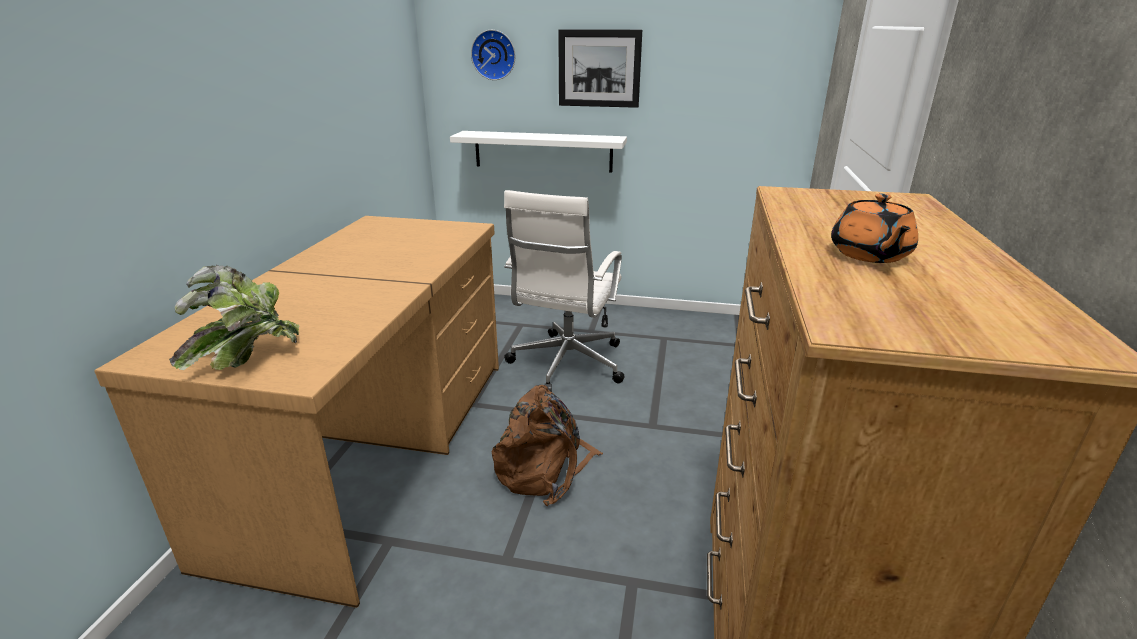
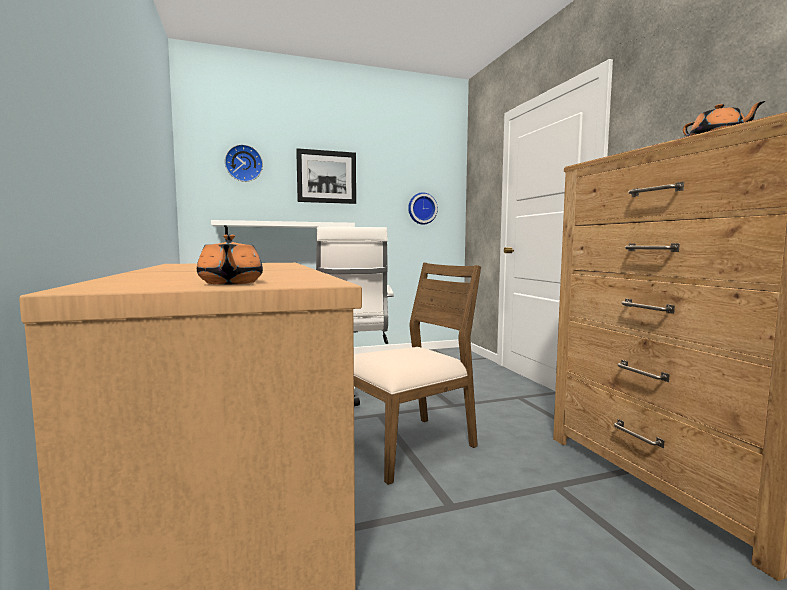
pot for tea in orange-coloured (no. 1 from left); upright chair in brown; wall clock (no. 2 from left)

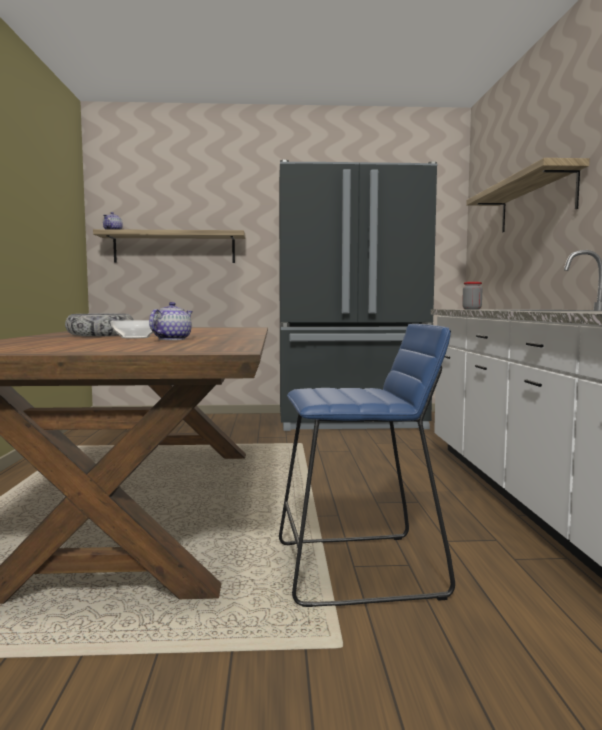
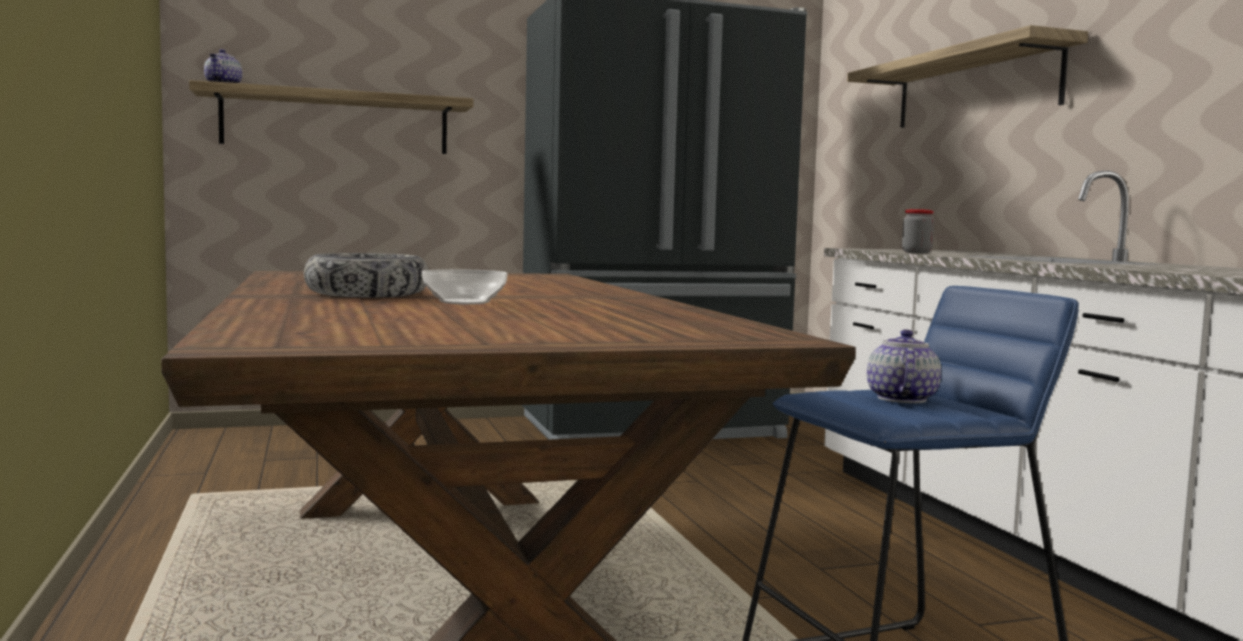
pot for tea (no. 2 from left)

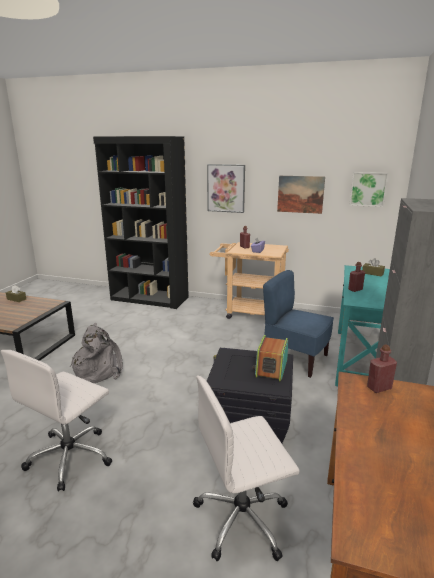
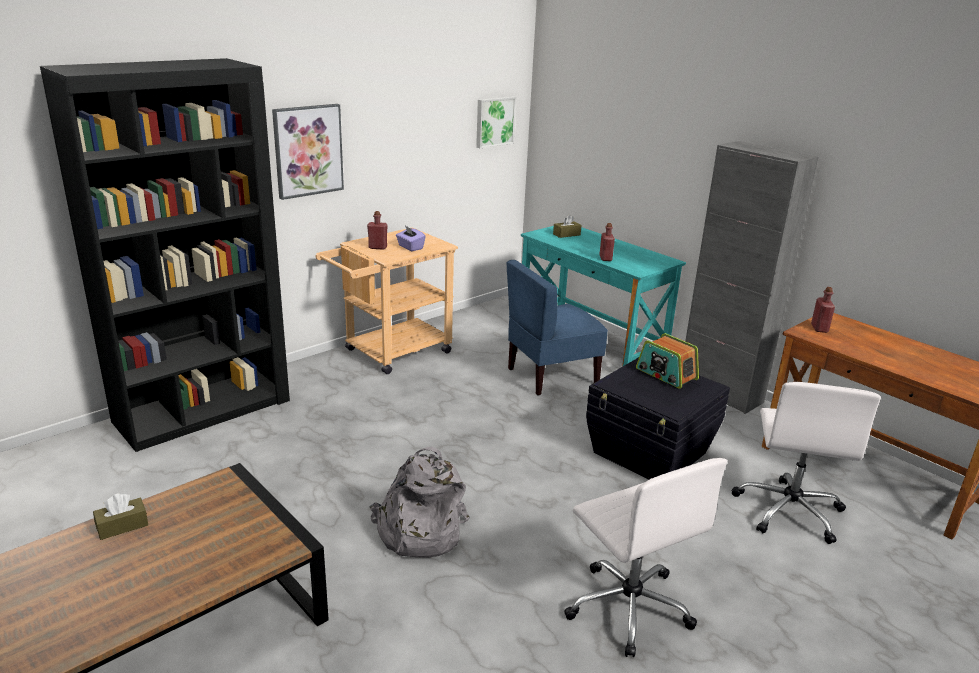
wall art (no. 2 from left in the first image)

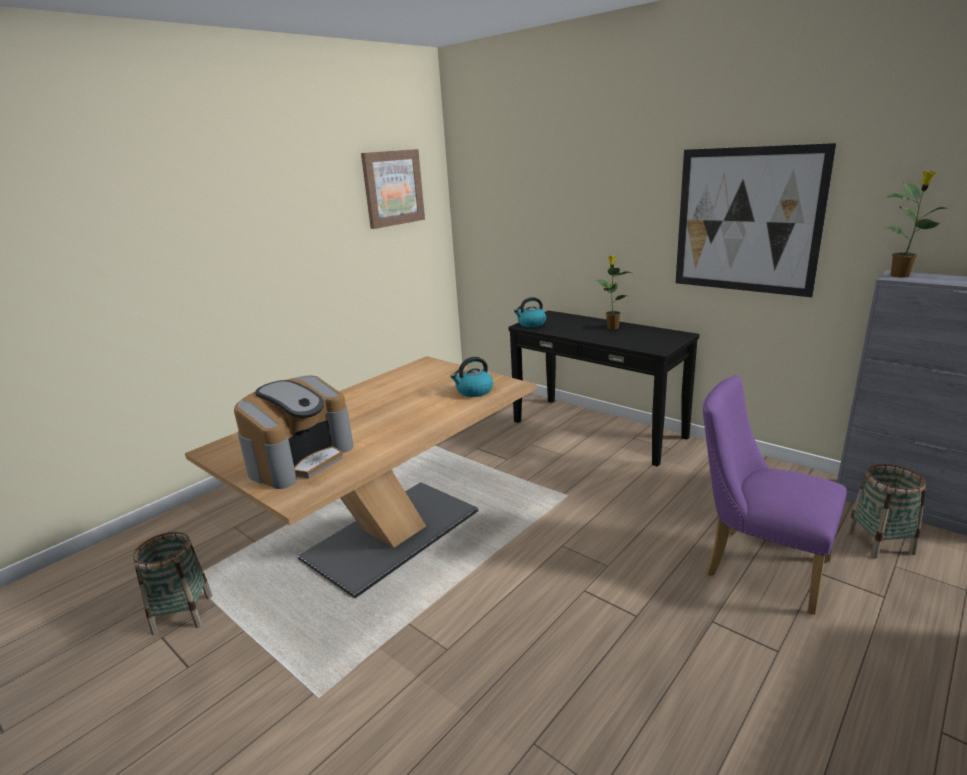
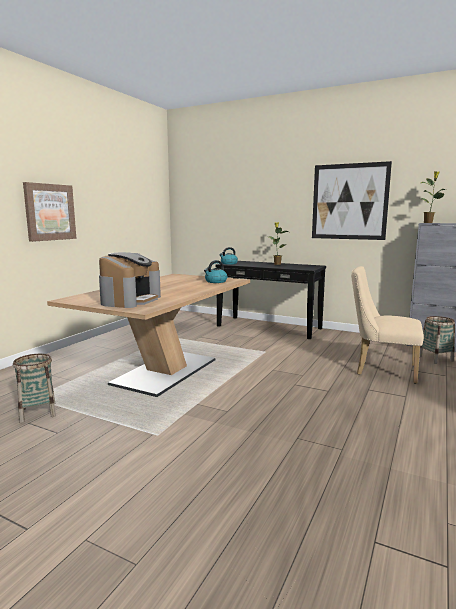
wall art (no. 1 from left); upright chair in beige

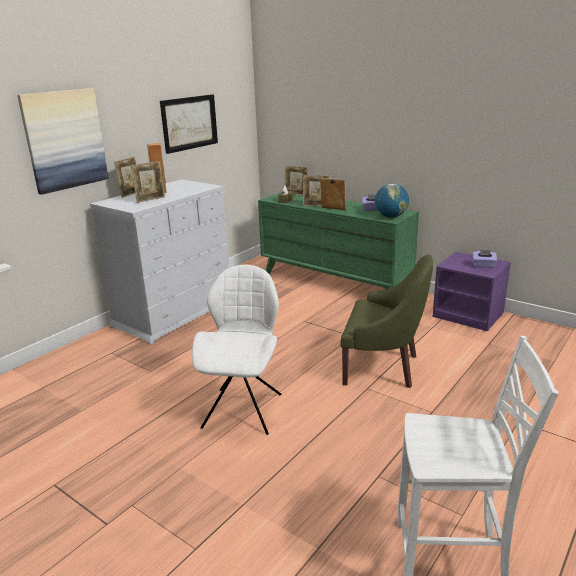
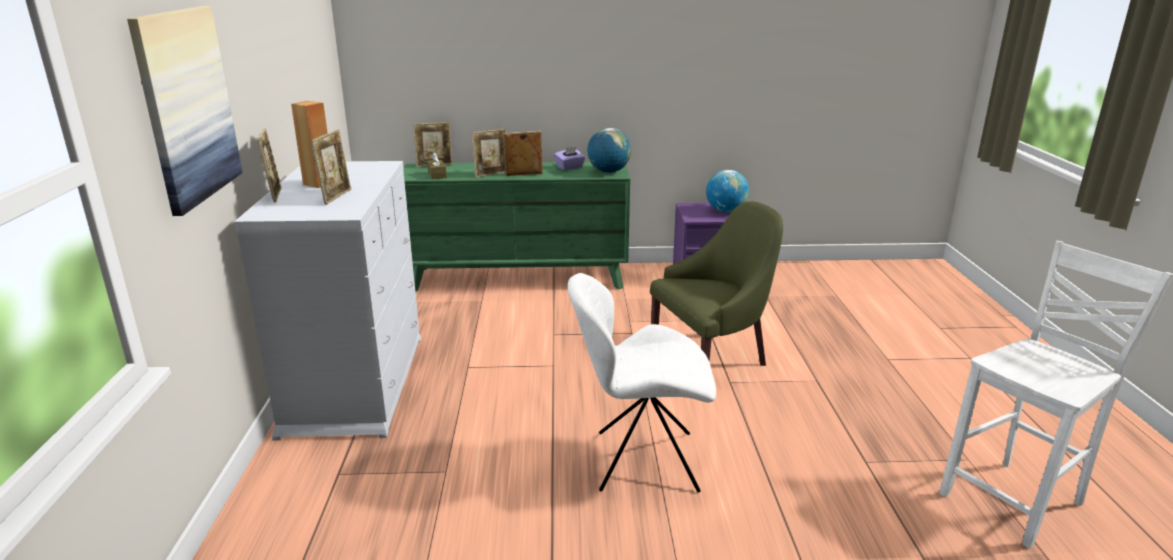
wall art (no. 2 from left in the first image); upright chair in white (no. 1 from left); world globe (no. 2 from left)

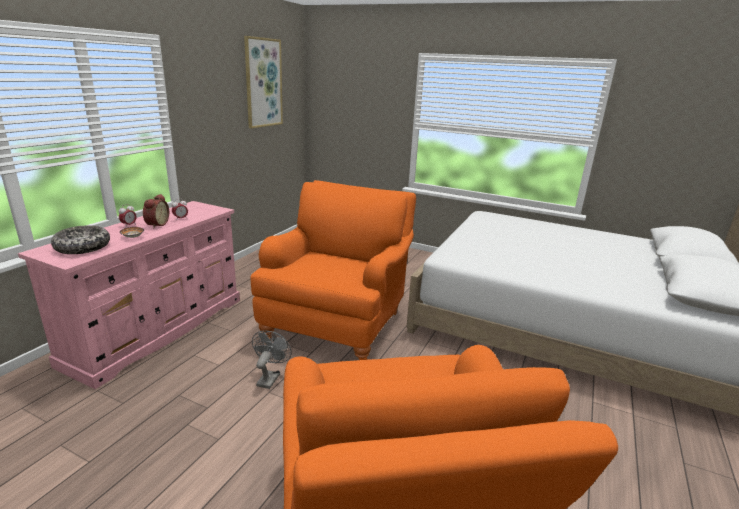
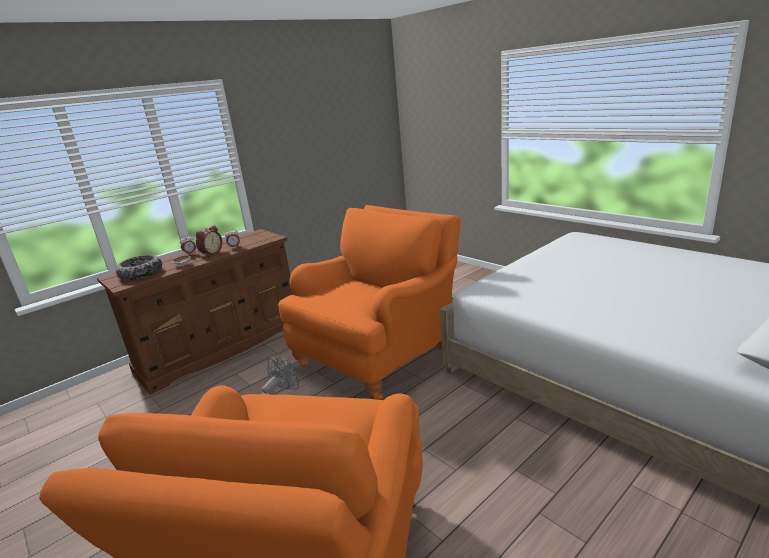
drawer chest in brown; wall art

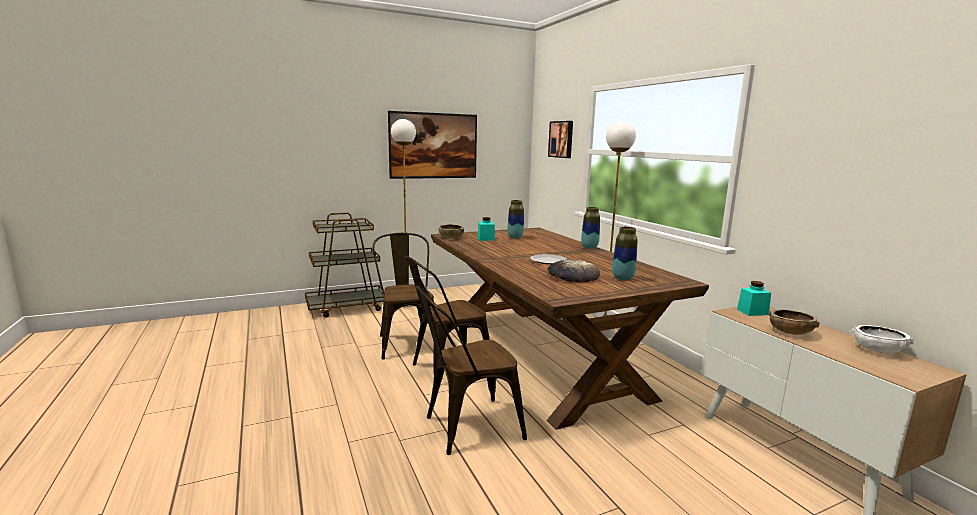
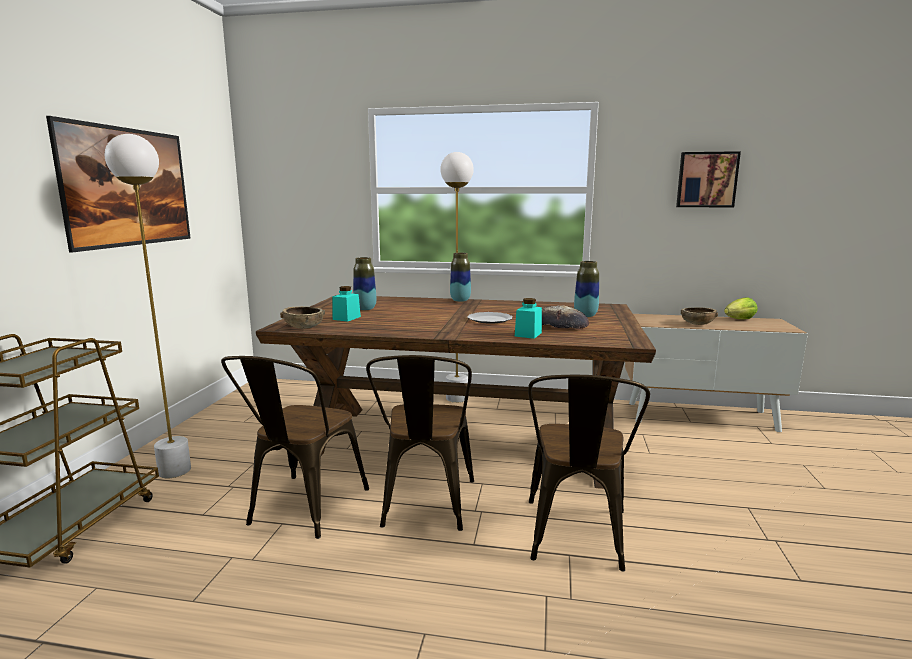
upright chair in brown (no. 1 from left); wall art (no. 2 from left); storage jar in blue-green (no. 2 from left); lettuce head

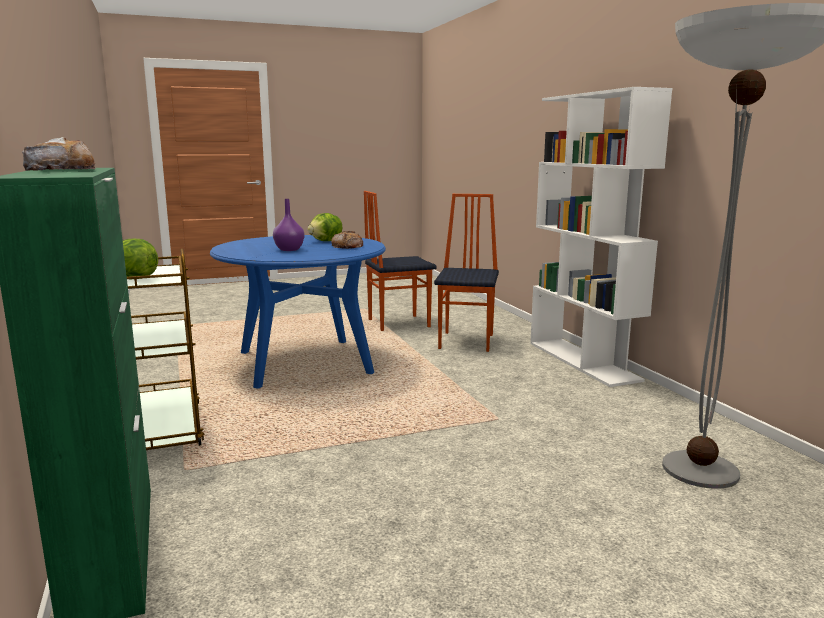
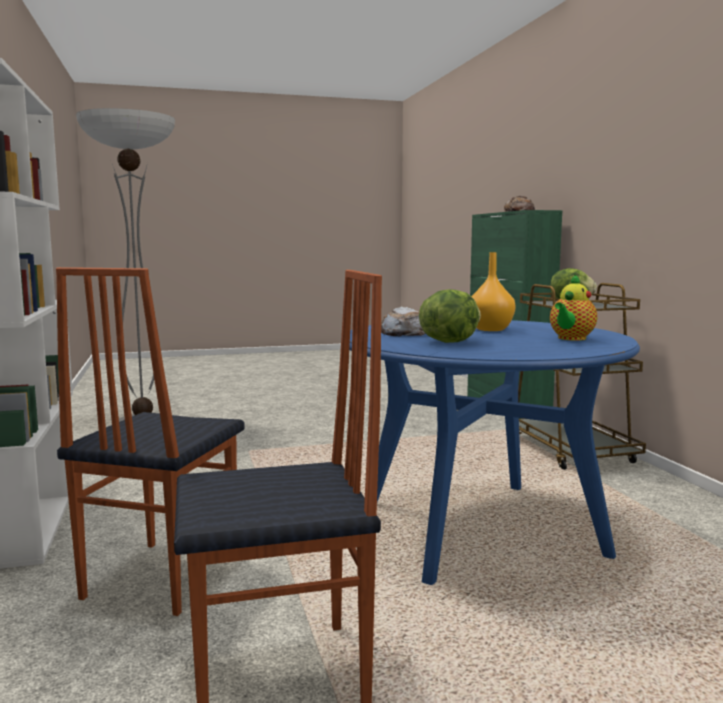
vase in orange-coloured; pot for tea

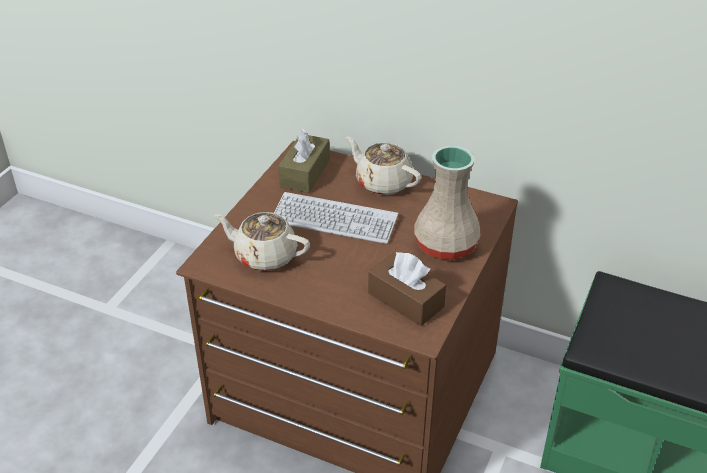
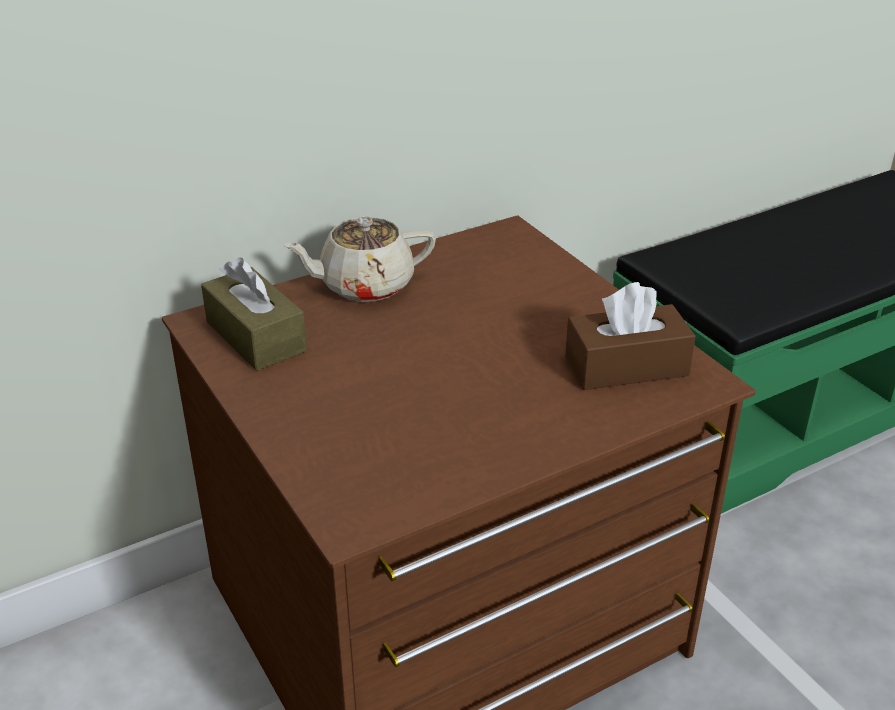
pot for tea in beige (no. 1 from left in the first image); PC keyboard; vase in beige

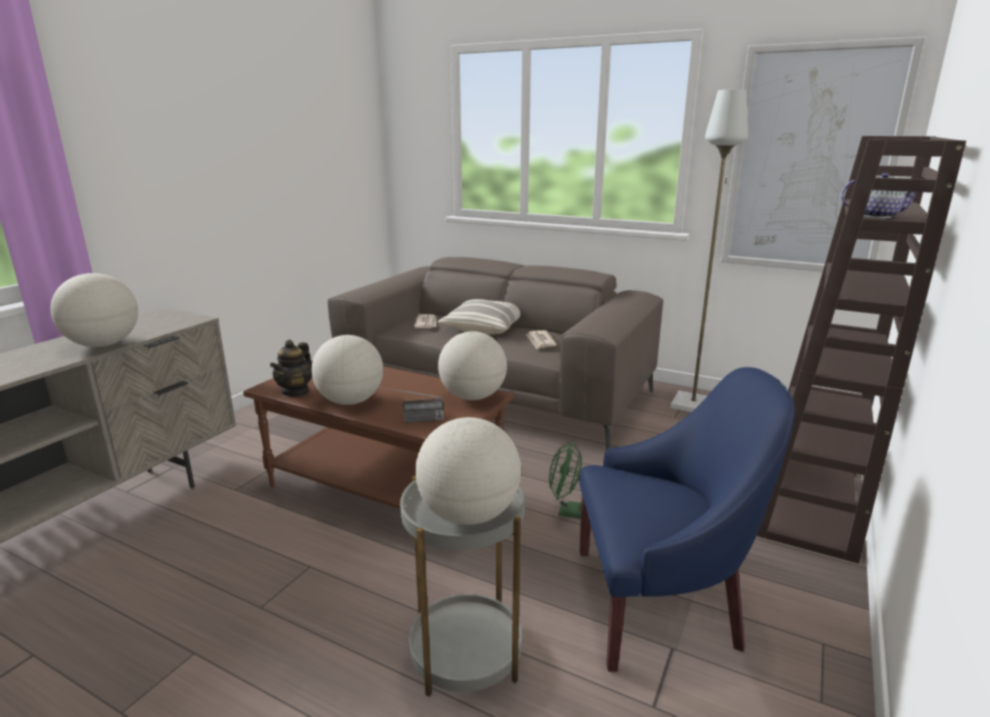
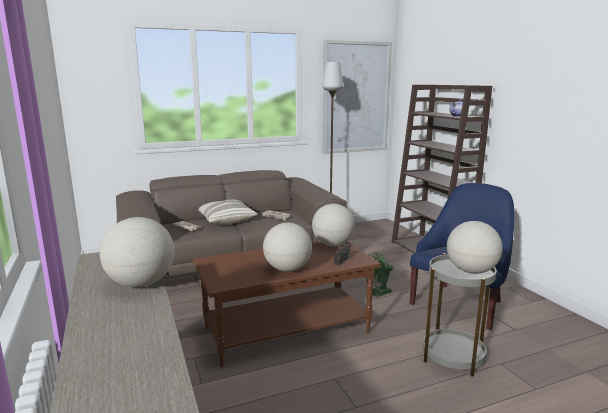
pot for tea (no. 1 from left in the first image)

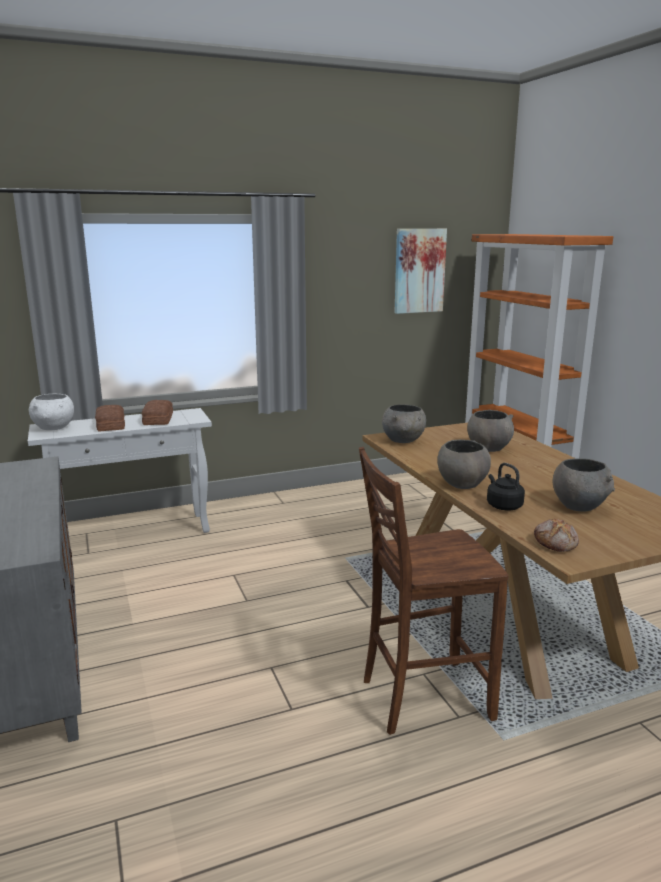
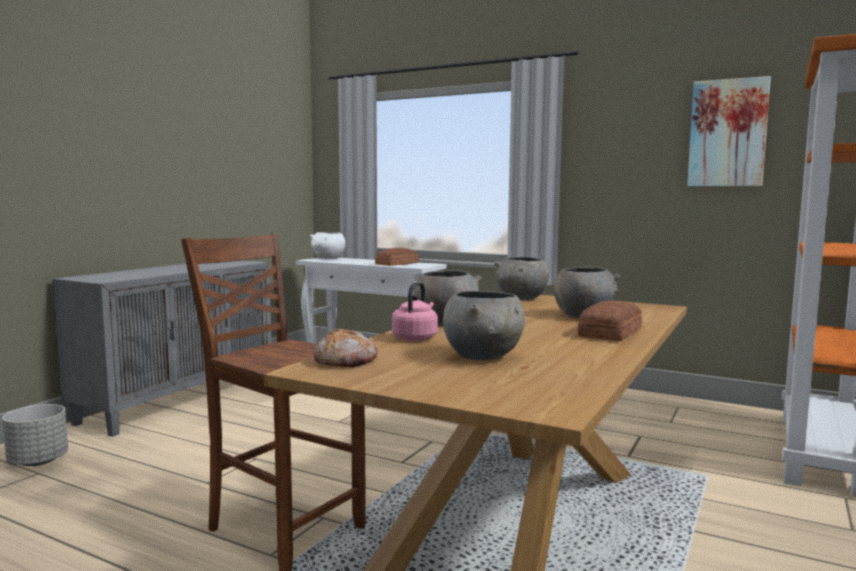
bakery bread (no. 3 from left); water kettle in pinkish; planter in greyish

